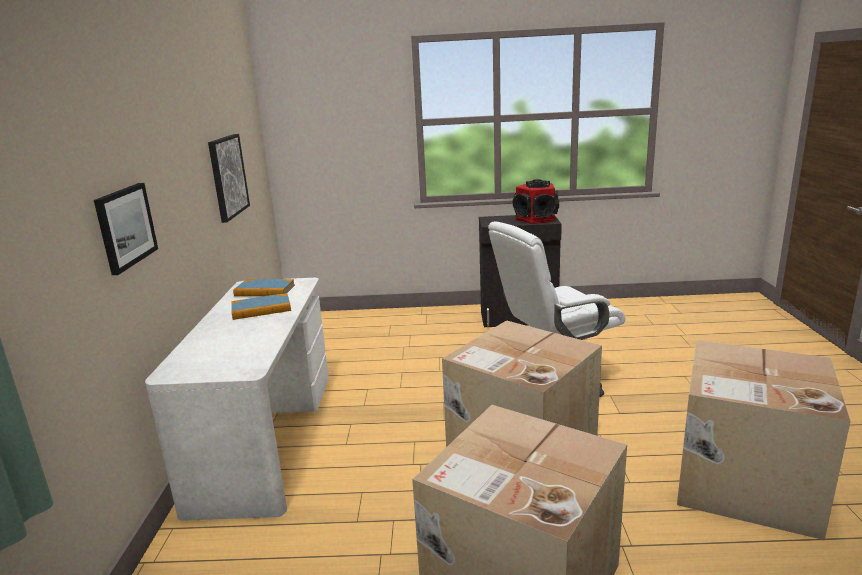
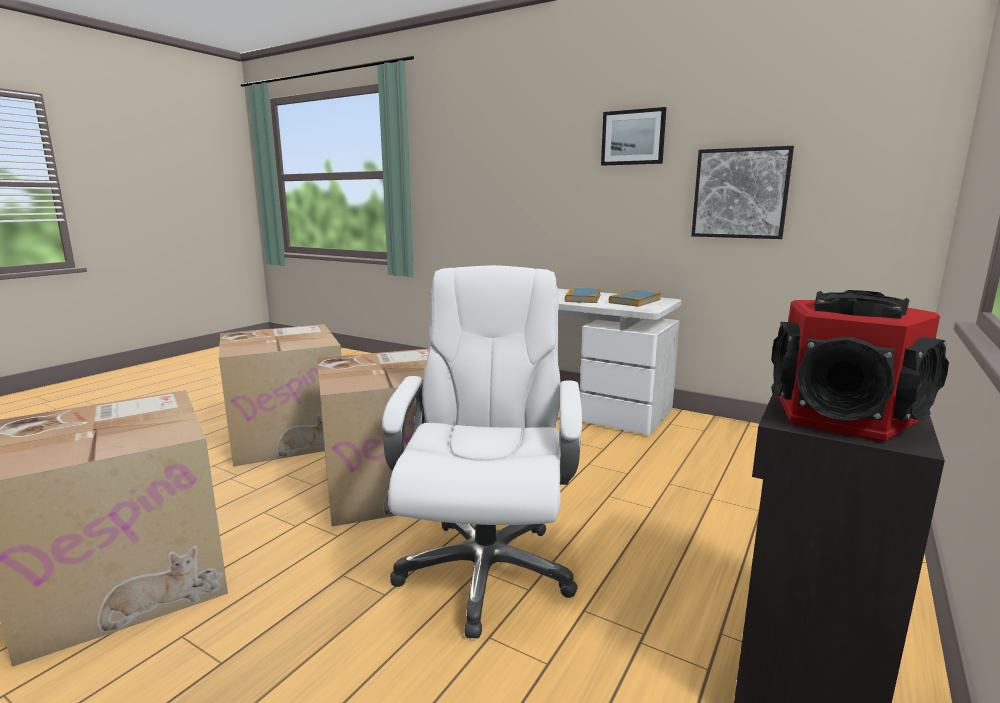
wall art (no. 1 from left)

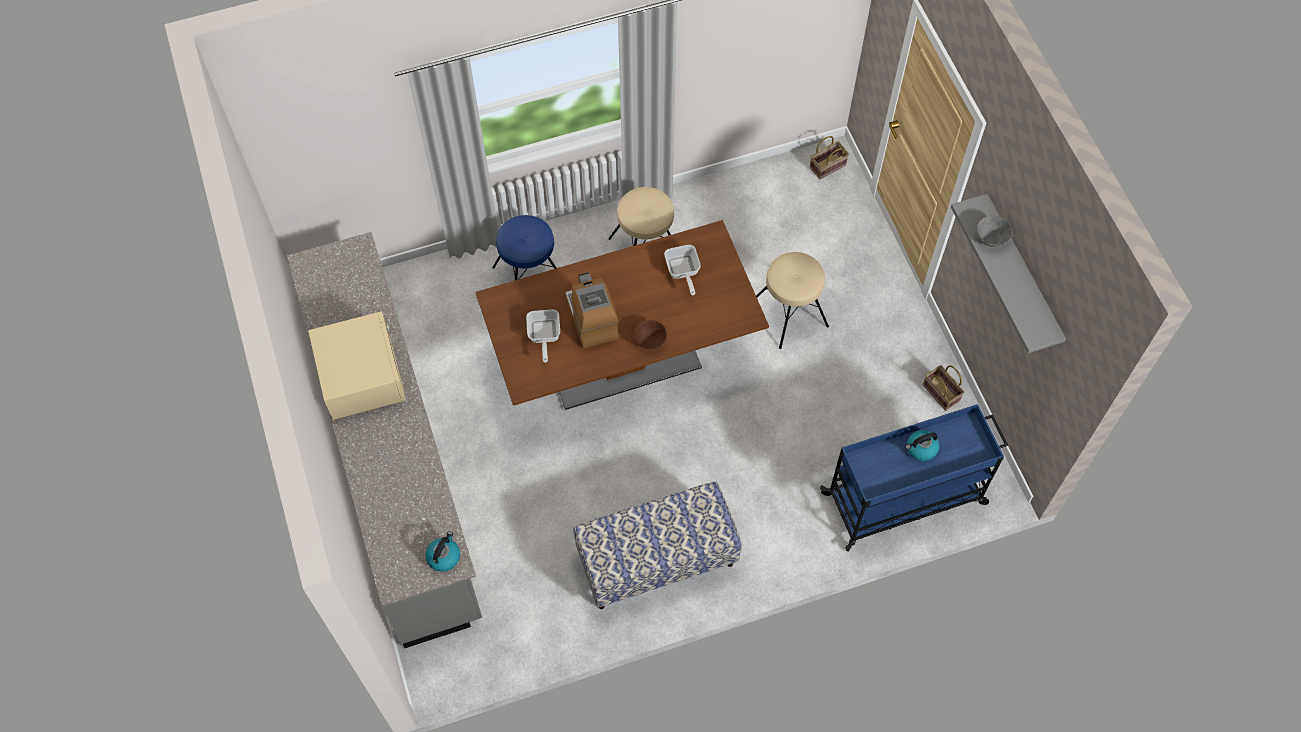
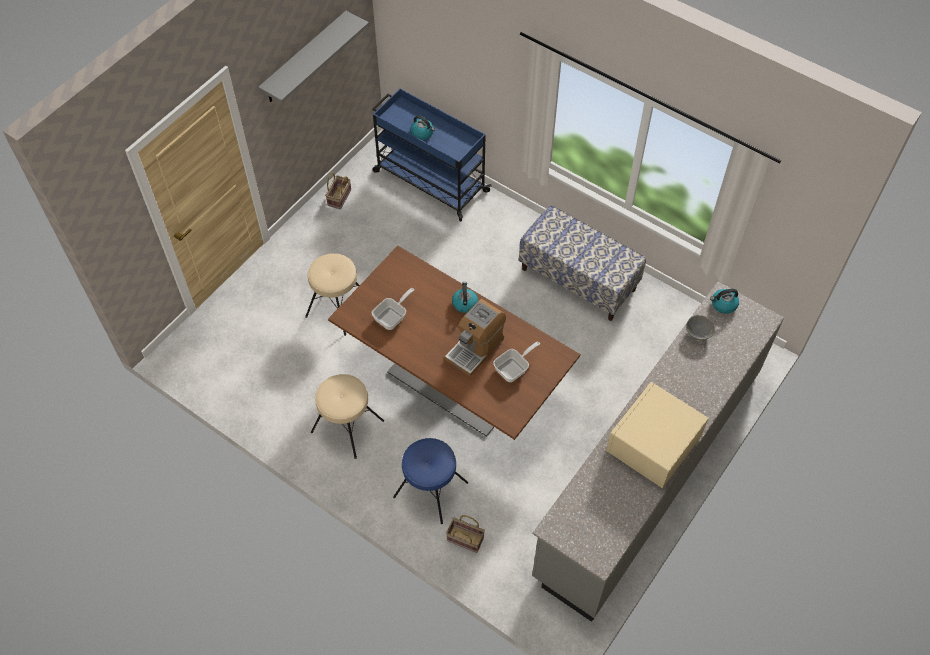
water kettle (no. 2 from left); storage basket (no. 2 from left); bowl in greyish

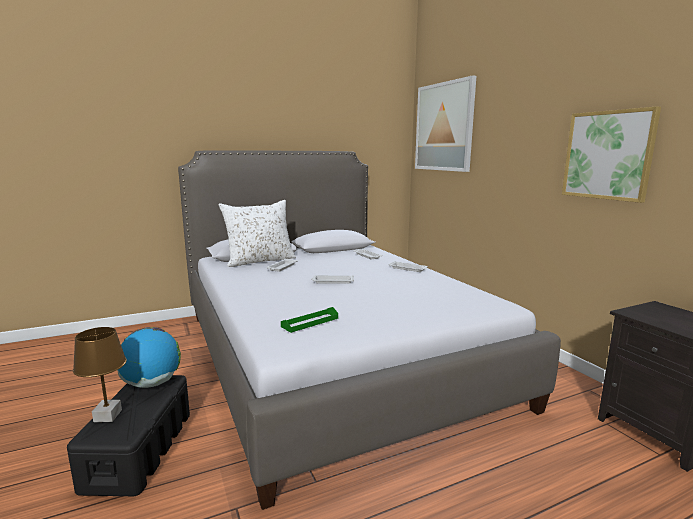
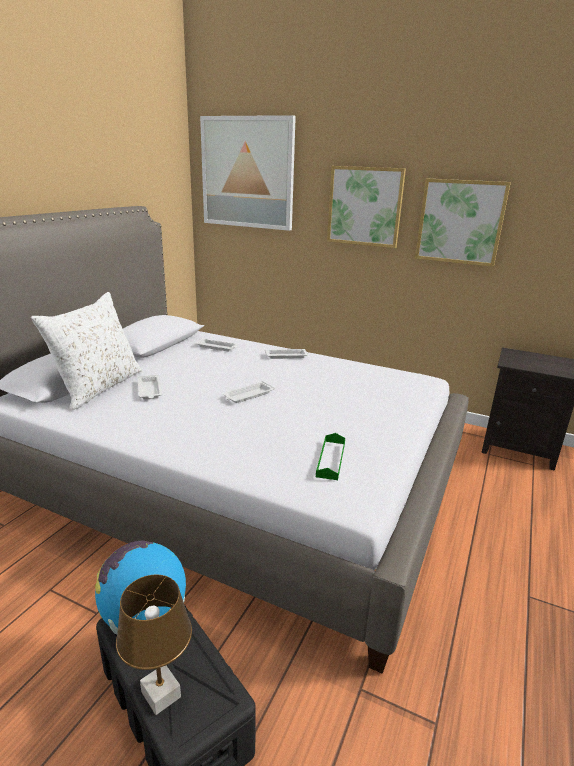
wall art (no. 2 from left)

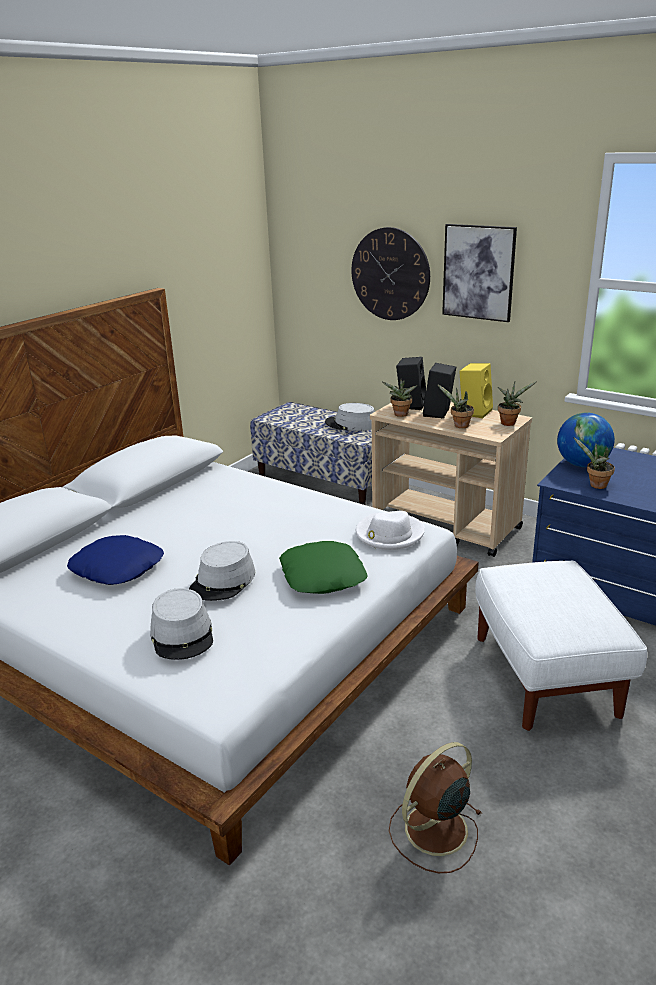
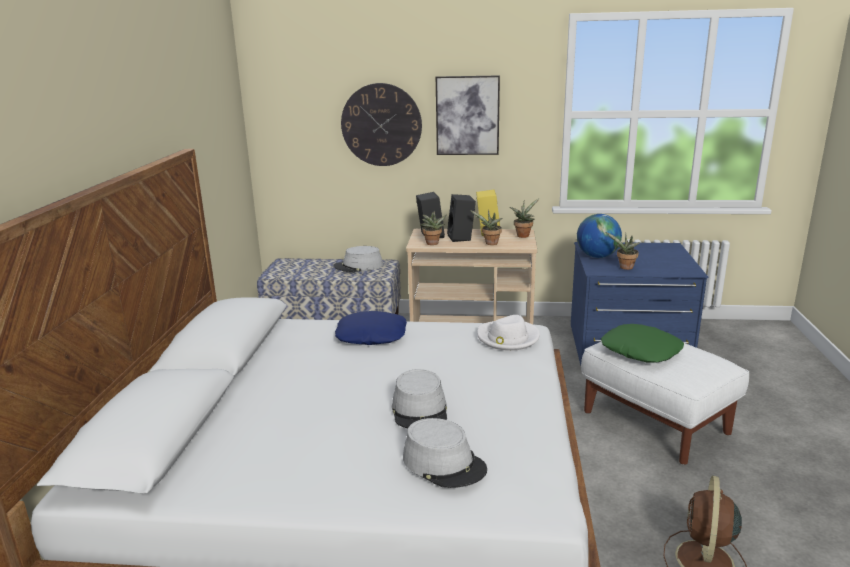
cushion in blue; cushion in green-coloured

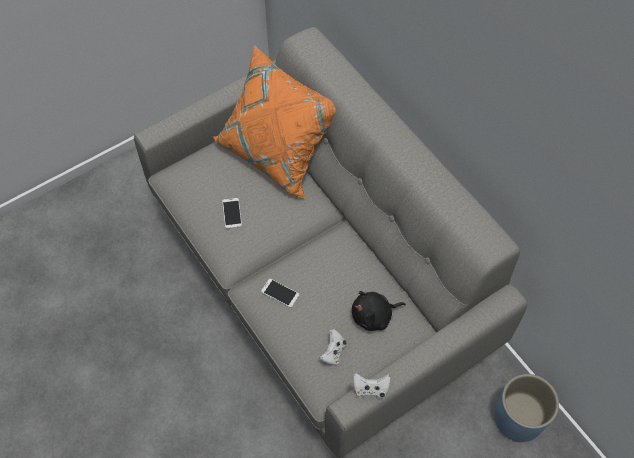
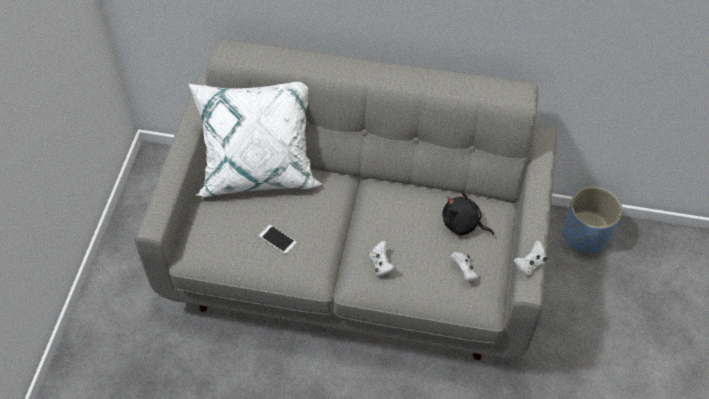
cushion in white; joypad in white (no. 1 from left); plush toy in black

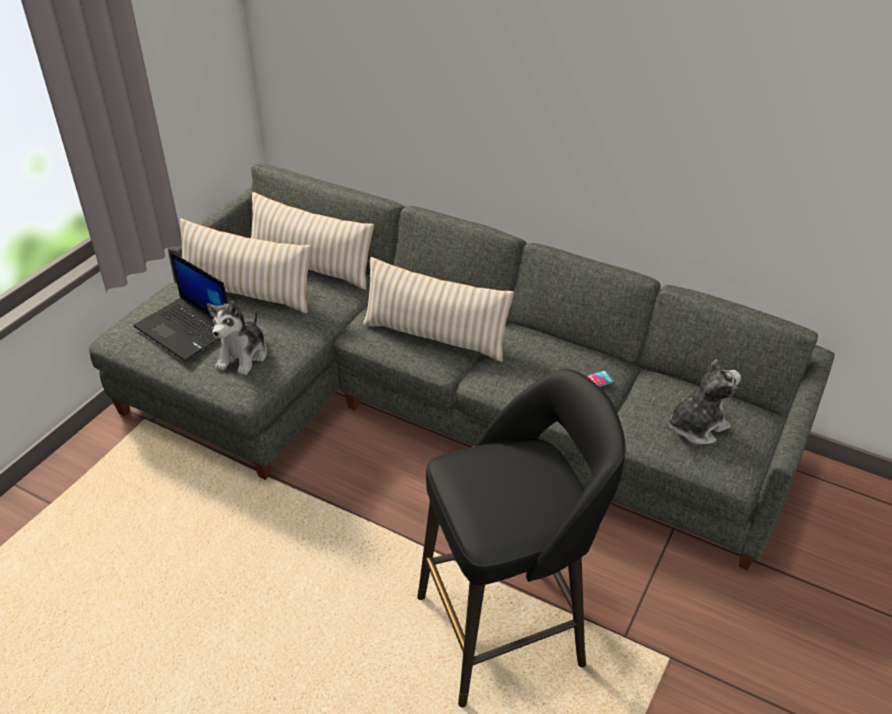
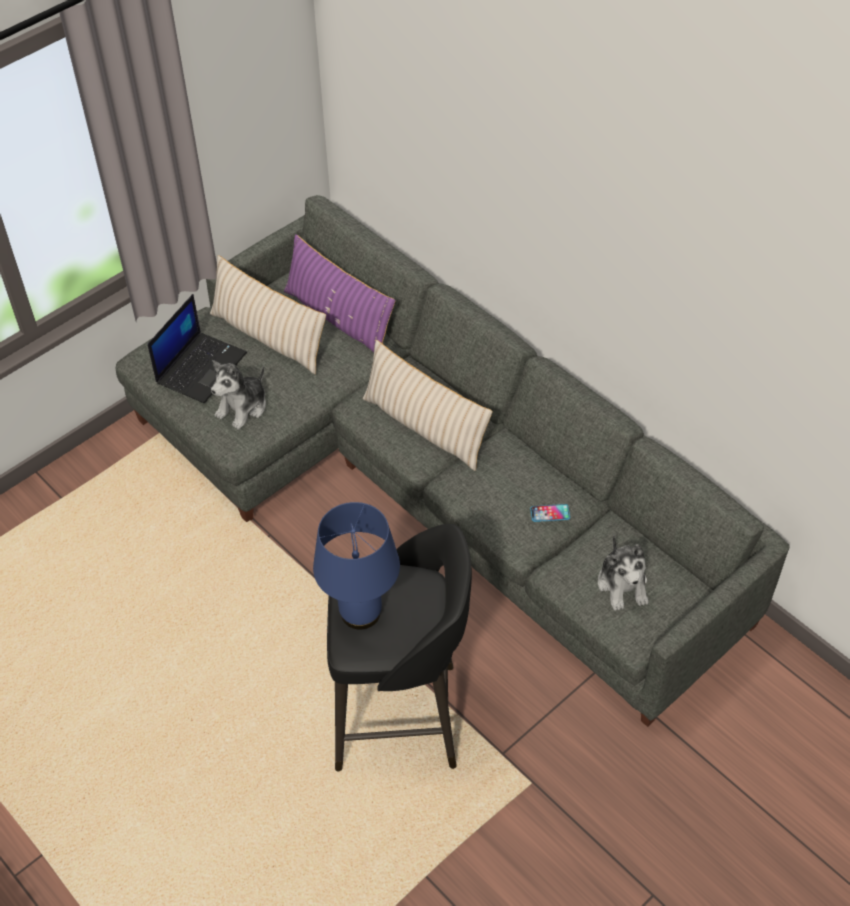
laptop; cushion in purple; plush toy (no. 2 from left); tabletop lamp in blue

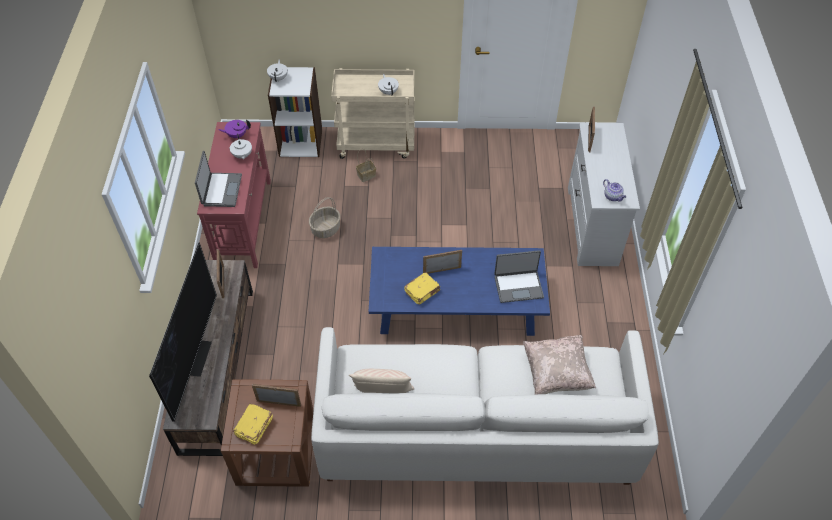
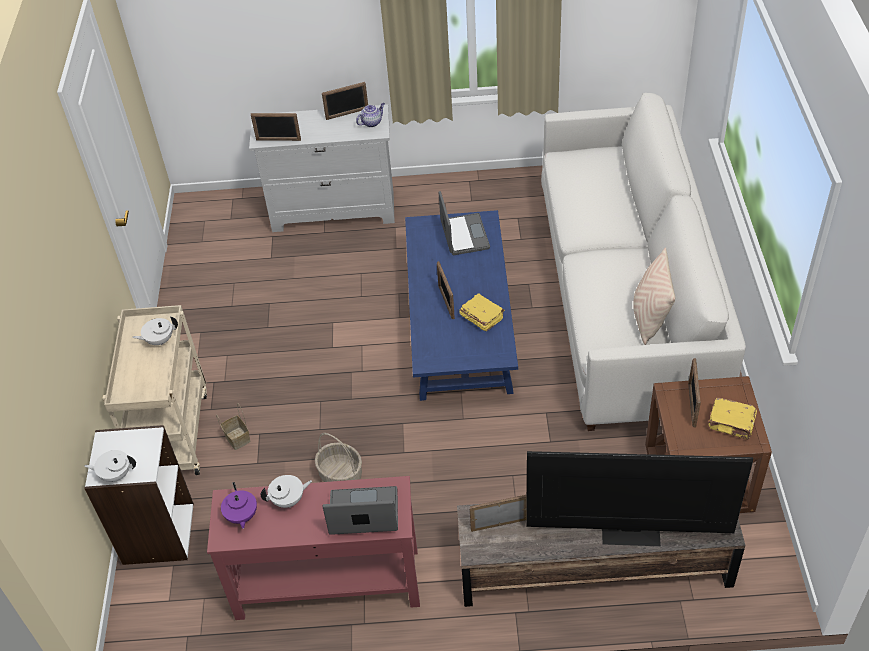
cushion in beige (no. 2 from left in the first image); photo frame (no. 2 from left)

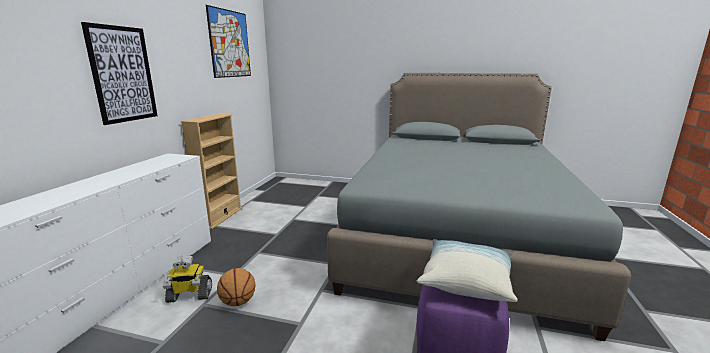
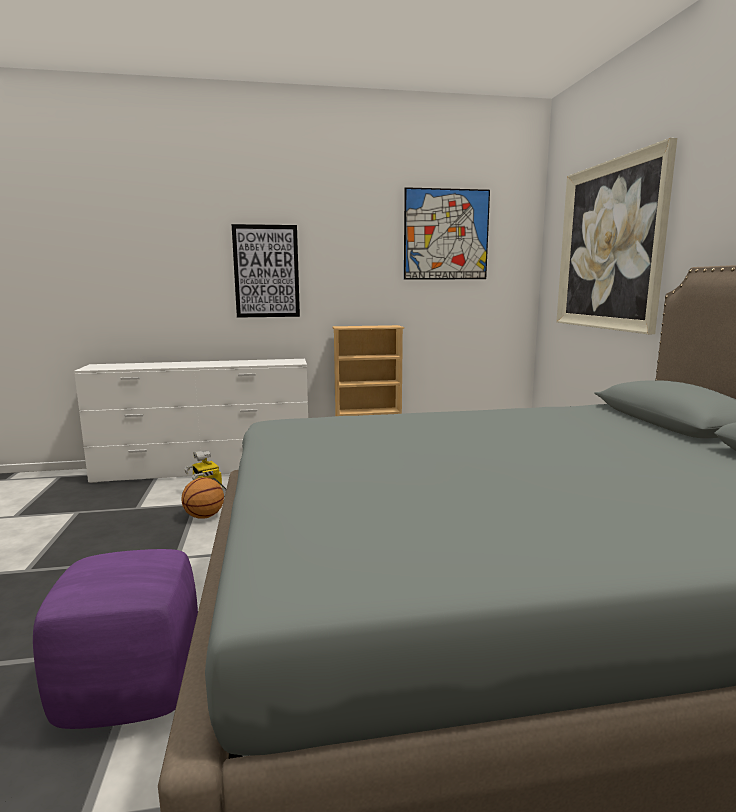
cushion; wall art (no. 3 from left)

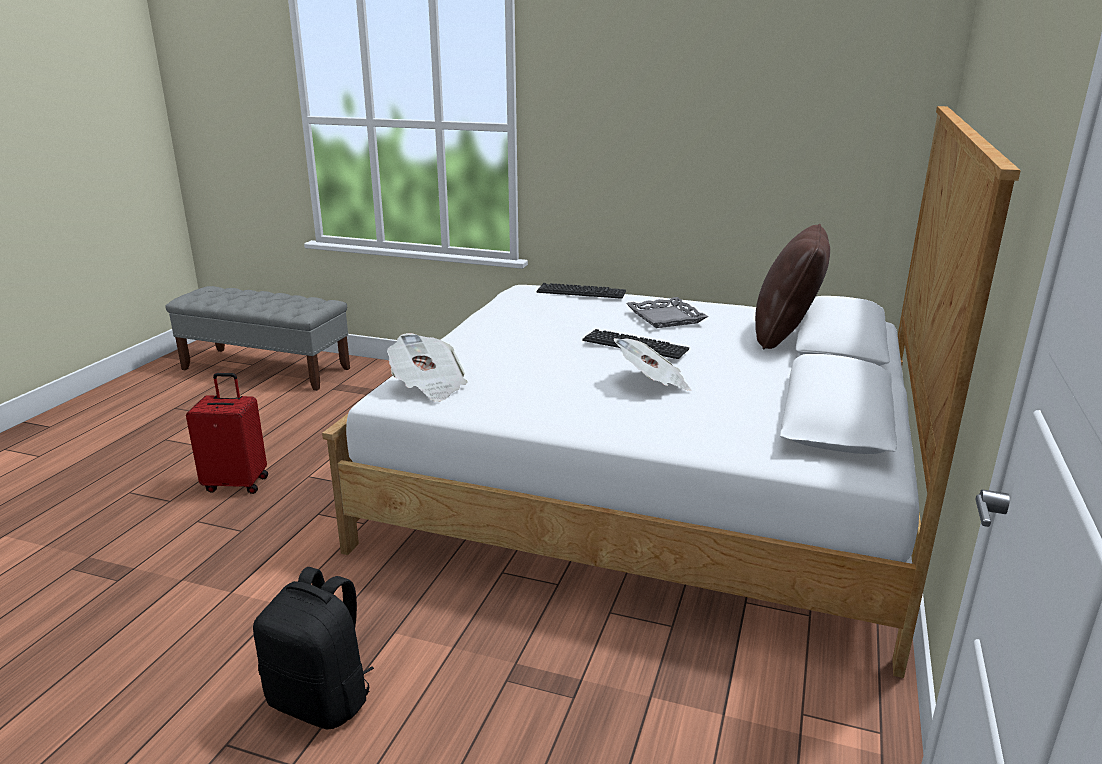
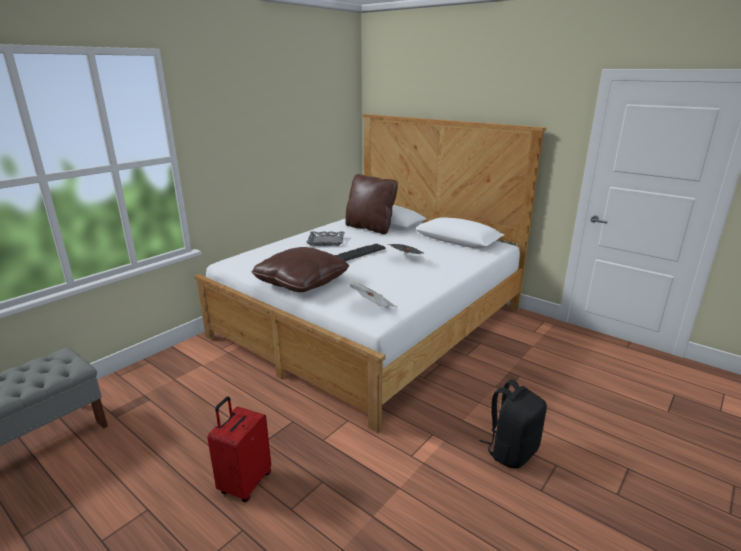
PC keyboard (no. 1 from left in the first image); cushion in brown (no. 1 from left)

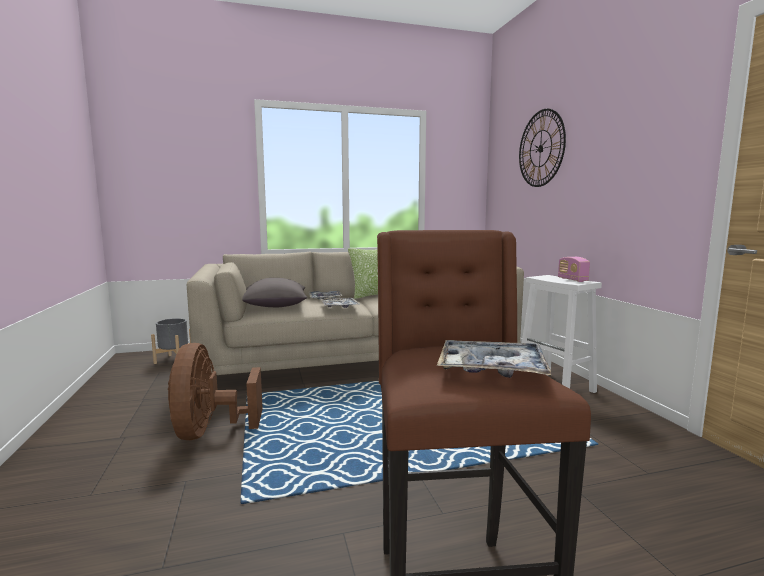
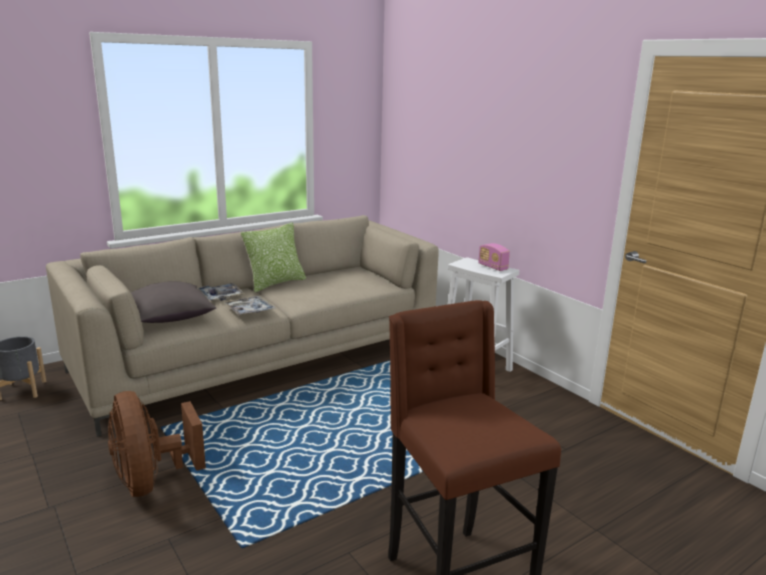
serving tray (no. 3 from left in the first image); wall clock

